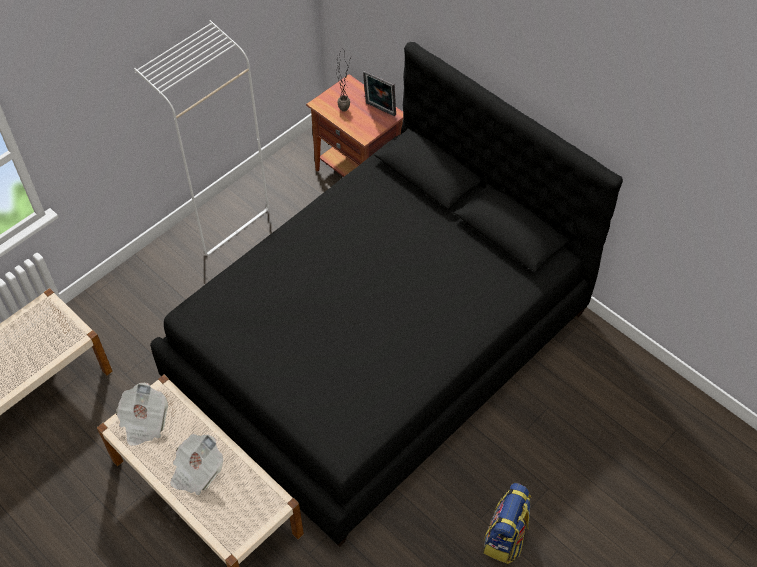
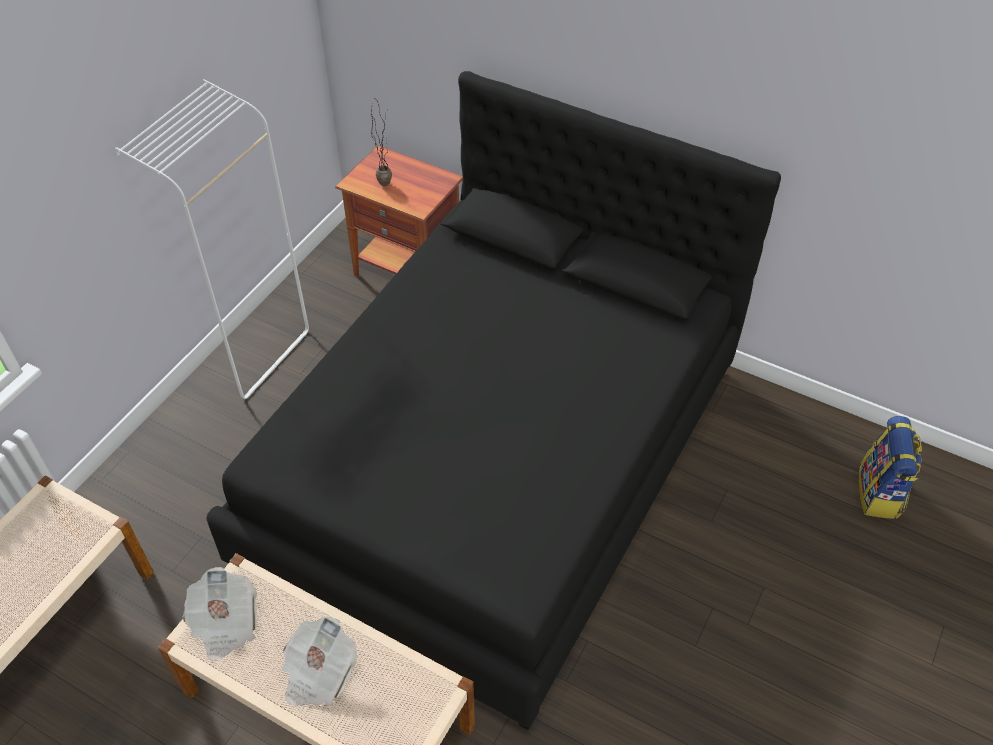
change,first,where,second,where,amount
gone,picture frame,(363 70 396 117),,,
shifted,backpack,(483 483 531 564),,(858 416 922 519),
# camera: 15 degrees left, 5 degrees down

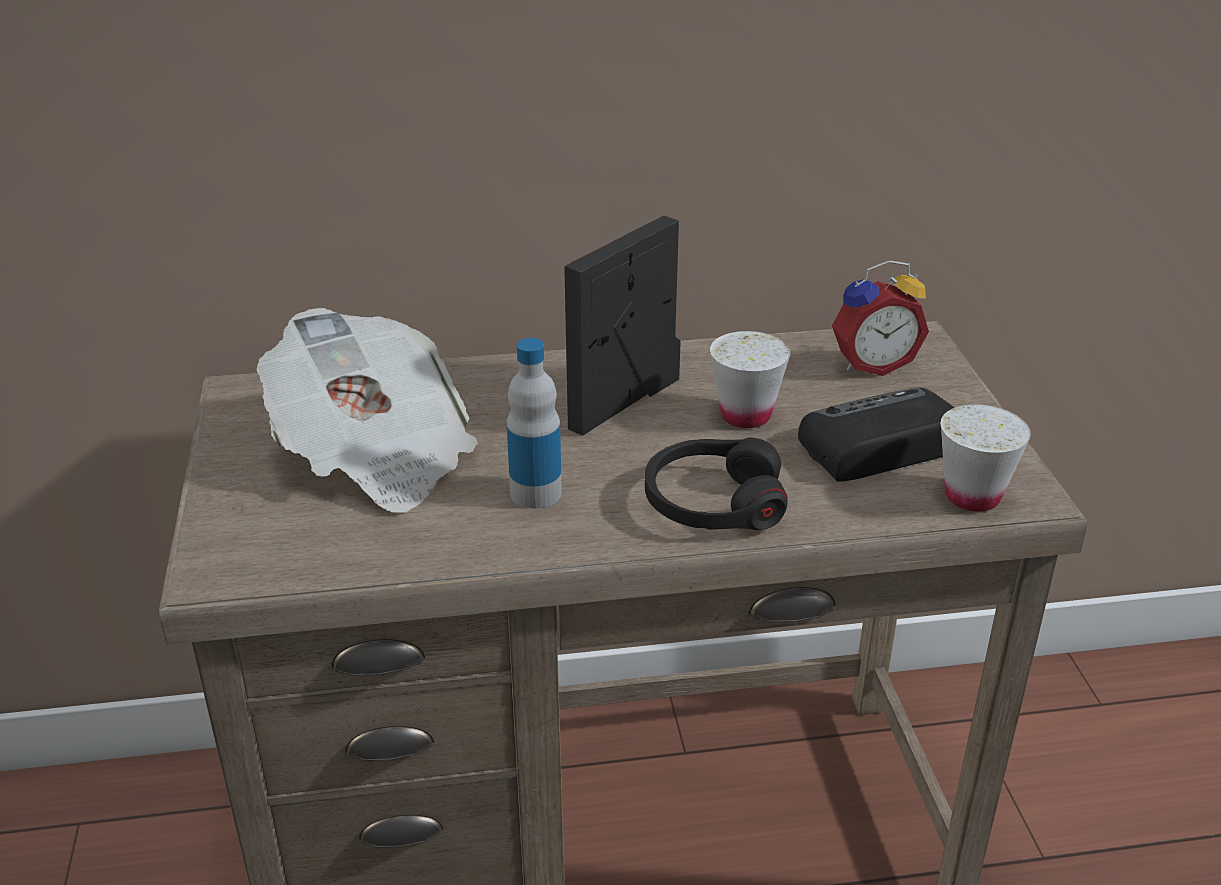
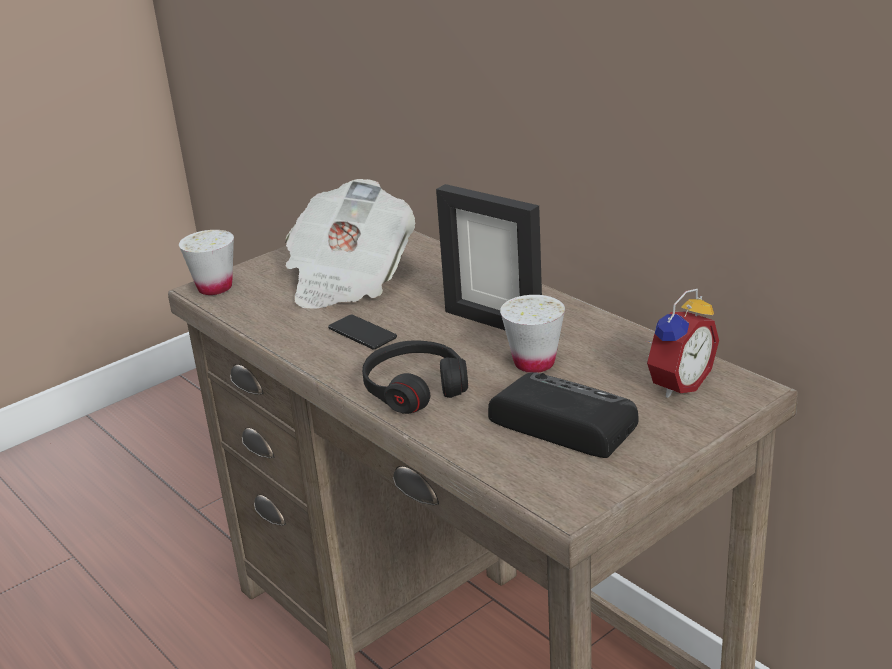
change,first,where,second,where,amount
shifted,white cup,(941 404 1031 511),,(179 230 234 295),
swapped,bottle,(507 338 562 509),phone,(328 315 397 349),
rotated,picture frame,(564 216 681 436),,(436 184 542 330),150 degrees counterclockwise
rotated,alarm clock,(832 260 929 376),,(646 289 719 398),90 degrees counterclockwise
# camera: 60 degrees right, 5 degrees down

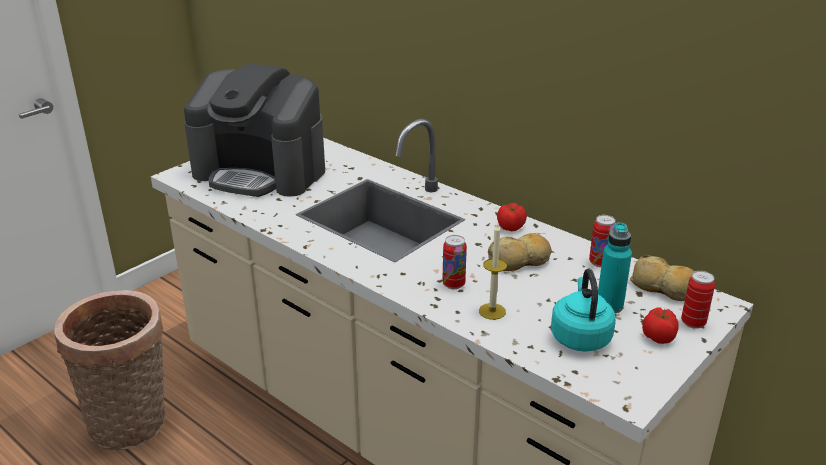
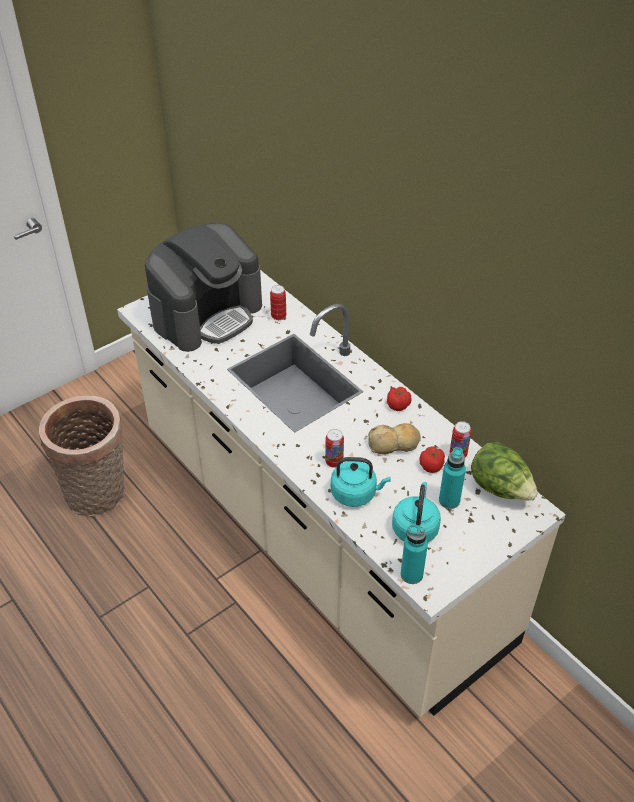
change,first,where,second,where,amount
new,,,turquoise bottle,(401 524 428 584),
shifted,tomato,(642 308 679 344),,(419 446 445 473),
shifted,can,(681 271 715 329),,(270 285 286 320),
swapped,candle,(479 223 507 320),turquoise kettle,(331 457 391 507),
swapped,bread,(630 255 695 301),lettuce,(471 442 538 500),
rotated,coffee machine,(184 63 325 197),,(145 223 262 352),75 degrees counterclockwise
# camera: 10 degrees right, 15 degrees up

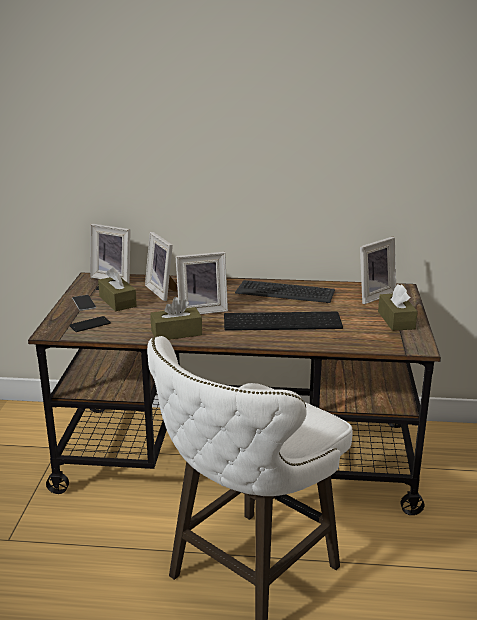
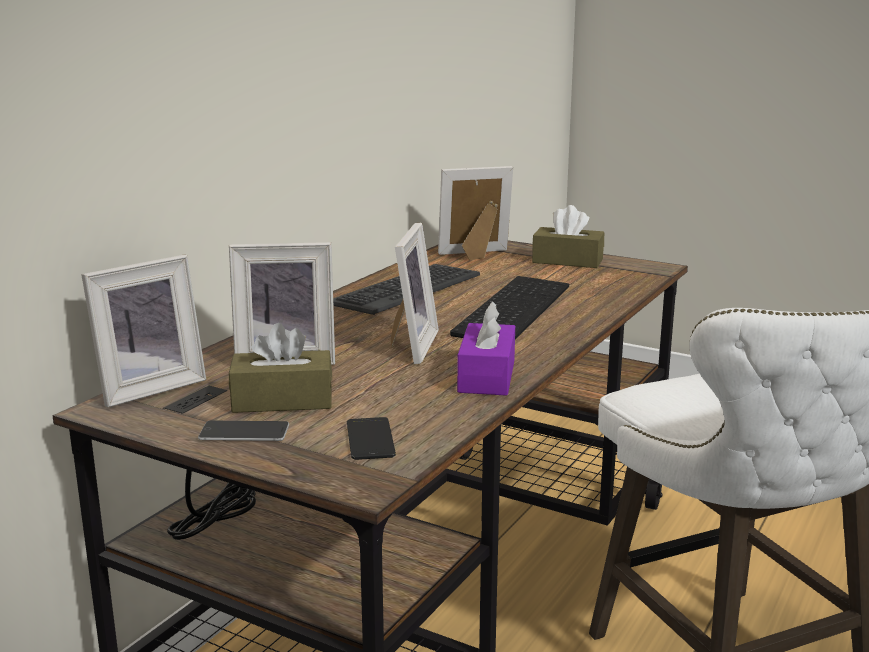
change,first,where,second,where,amount
repainted,brown tissue box,(150 297 202 340),purple tissue box,(457 302 515 396),
rotated,picture frame,(360 237 396 304),,(438 166 513 260),90 degrees counterclockwise
# camera: 65 degrees left, 5 degrees down

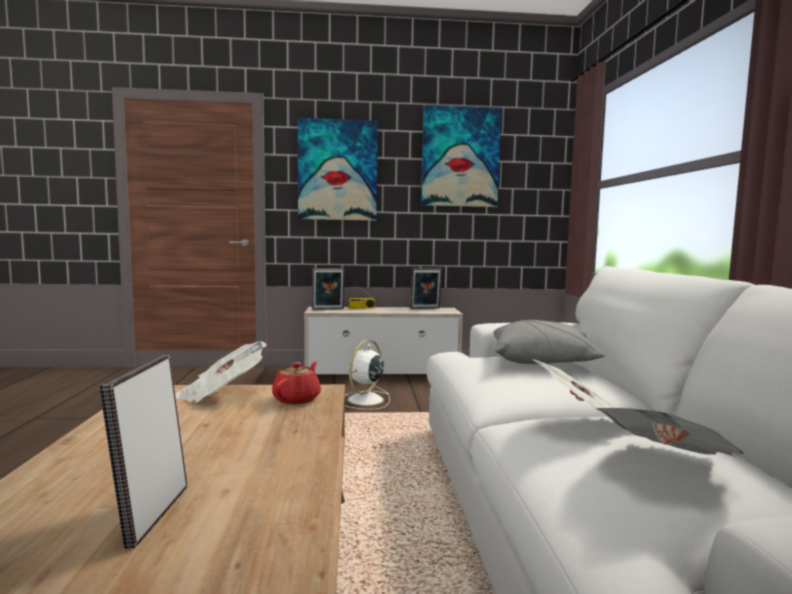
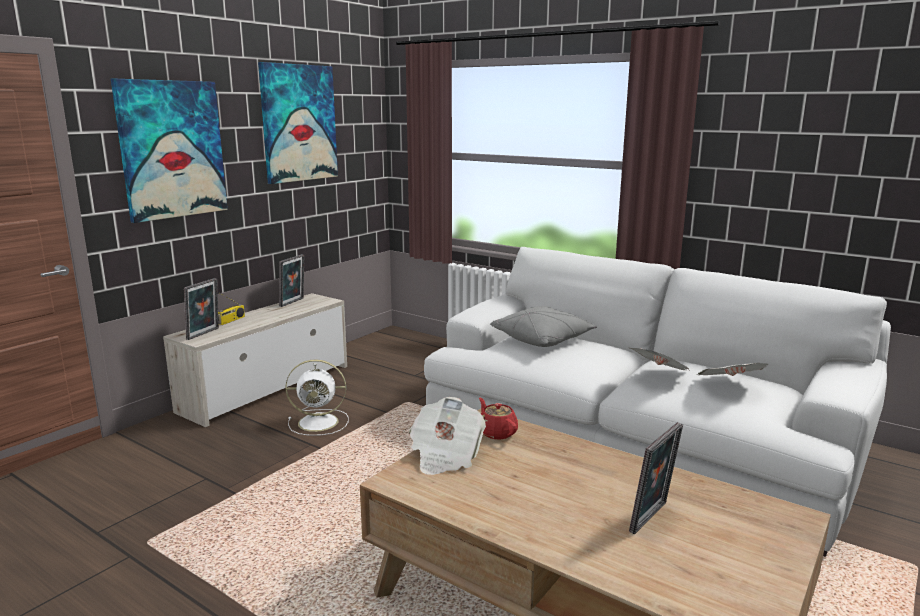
change,first,where,second,where,amount
rotated,picture frame,(99 355 187 549),,(629 422 683 534),90 degrees counterclockwise
rotated,white fan,(345 340 390 410),,(285 360 349 436),75 degrees counterclockwise
# camera: 50 degrees left, 10 degrees up

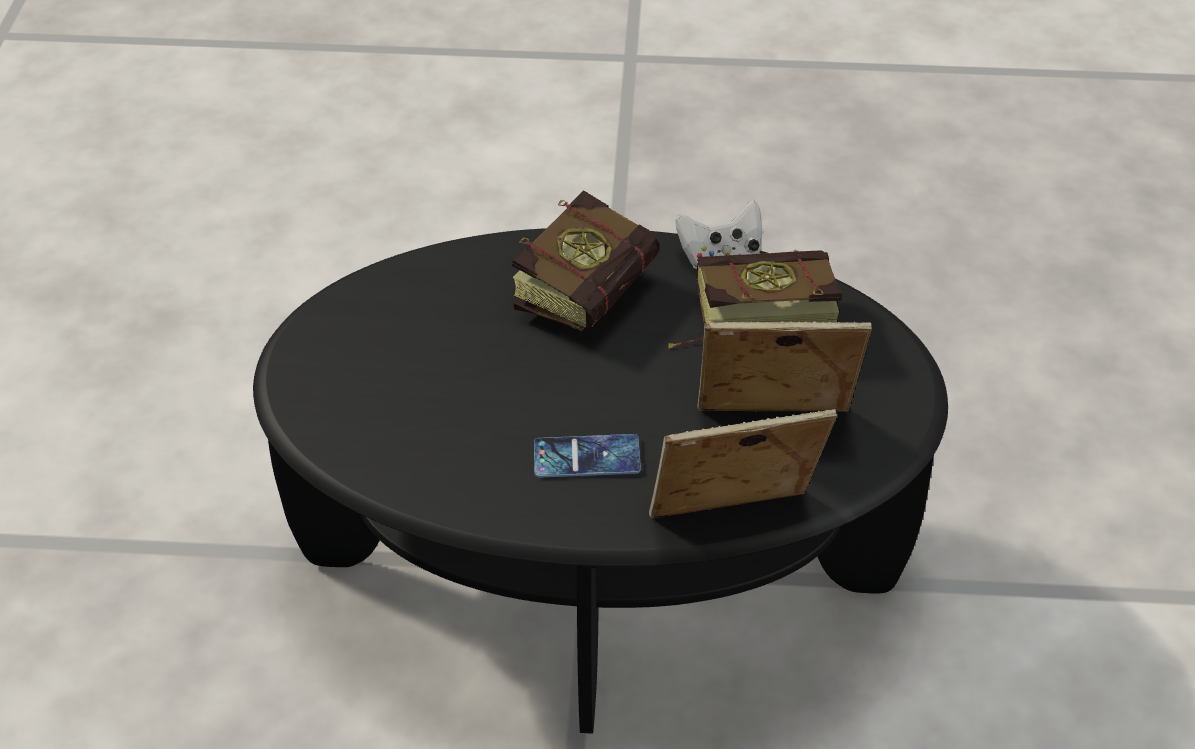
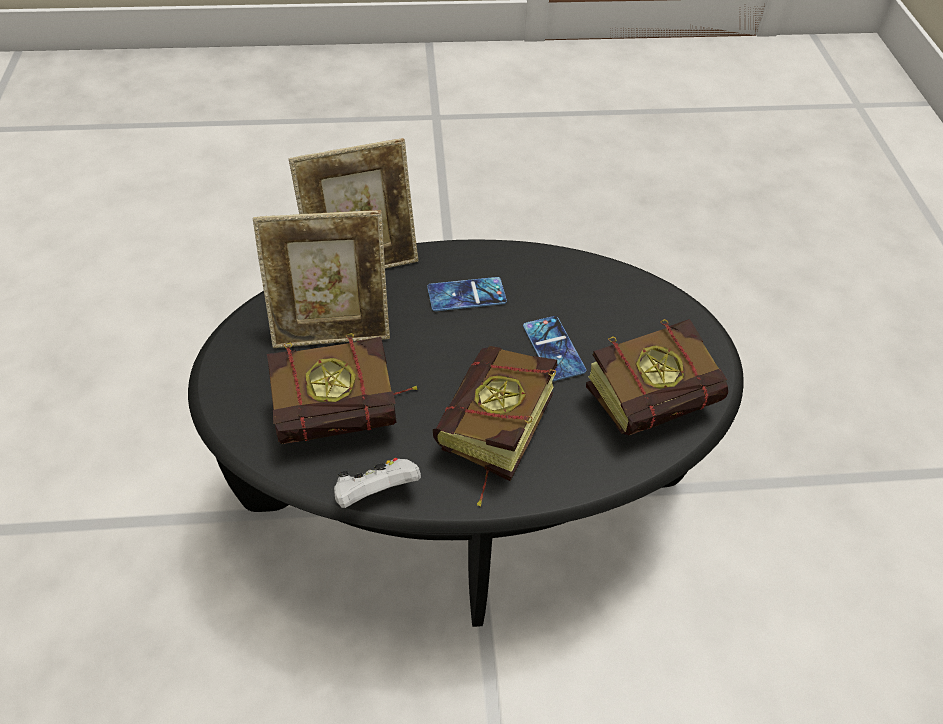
change,first,where,second,where,amount
new,,,phone,(523 316 586 381),
new,,,book,(586 319 728 436),
# camera: 170 degrees right, 5 degrees up

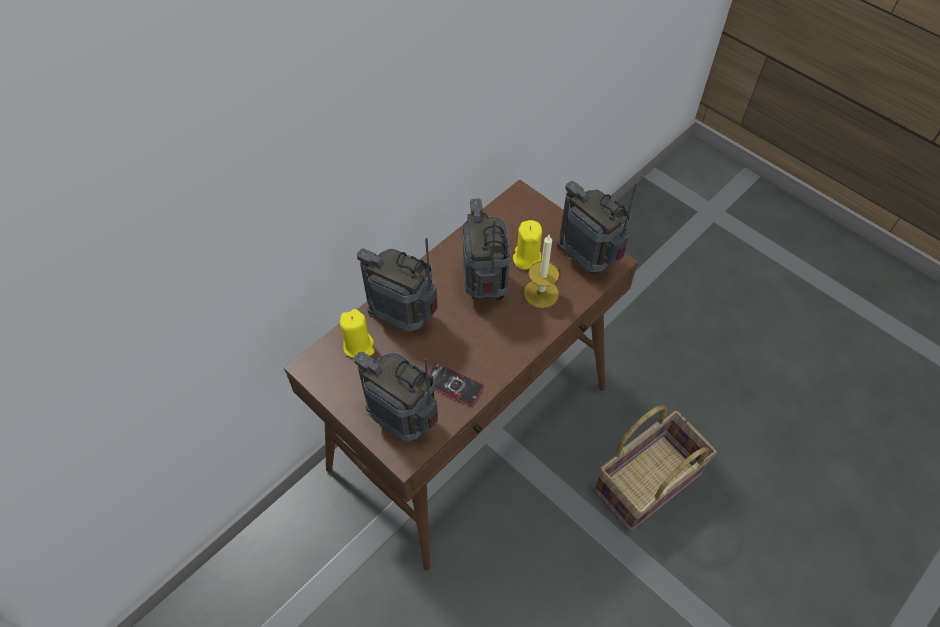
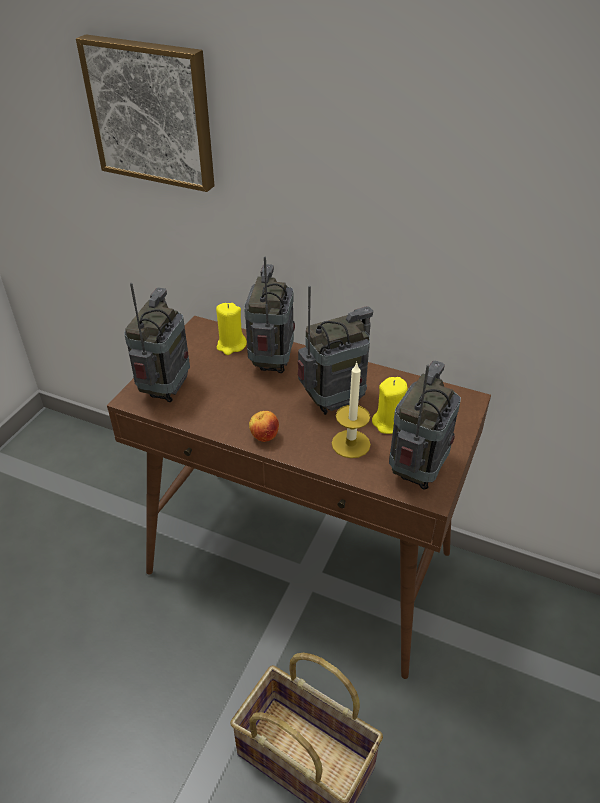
change,first,where,second,where,amount
gone,phone,(429 363 484 406),,,
new,,,picture,(76 34 215 192),
new,,,apple,(249 411 279 442),
# camera: 70 degrees right, 15 degrees down

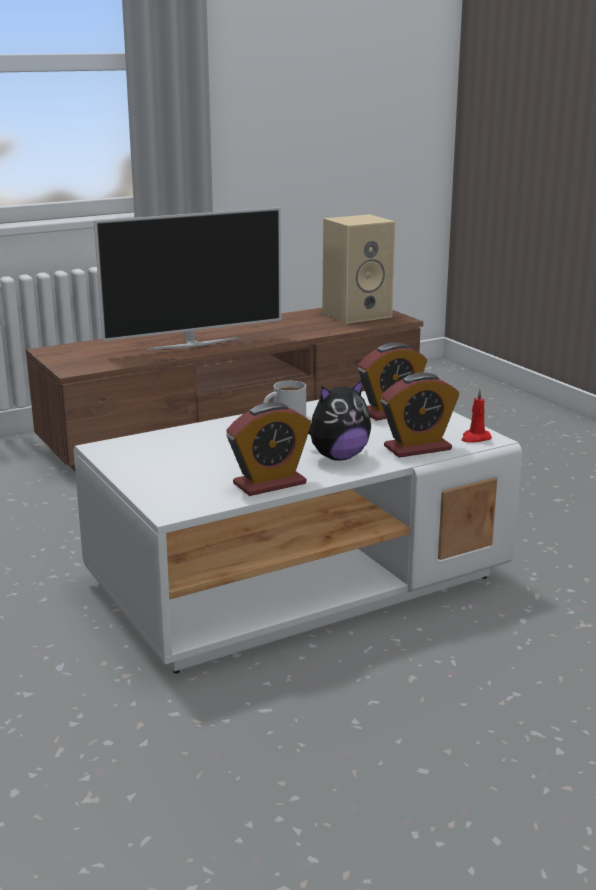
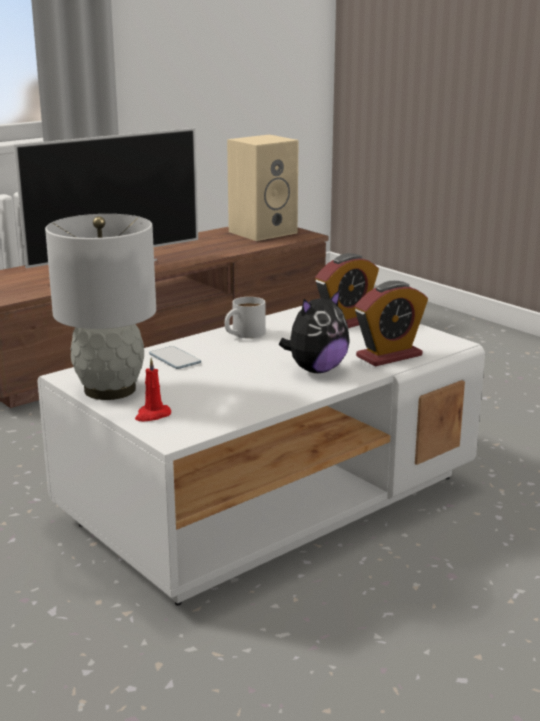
change,first,where,second,where,amount
gone,alarm clock,(226 402 311 496),,,
new,,,white table lamp,(45 214 156 400),
new,,,phone,(149 346 201 369),
shifted,red candle,(461 389 492 443),,(135 358 171 422),
# camera: 10 degrees left, 0 degrees up

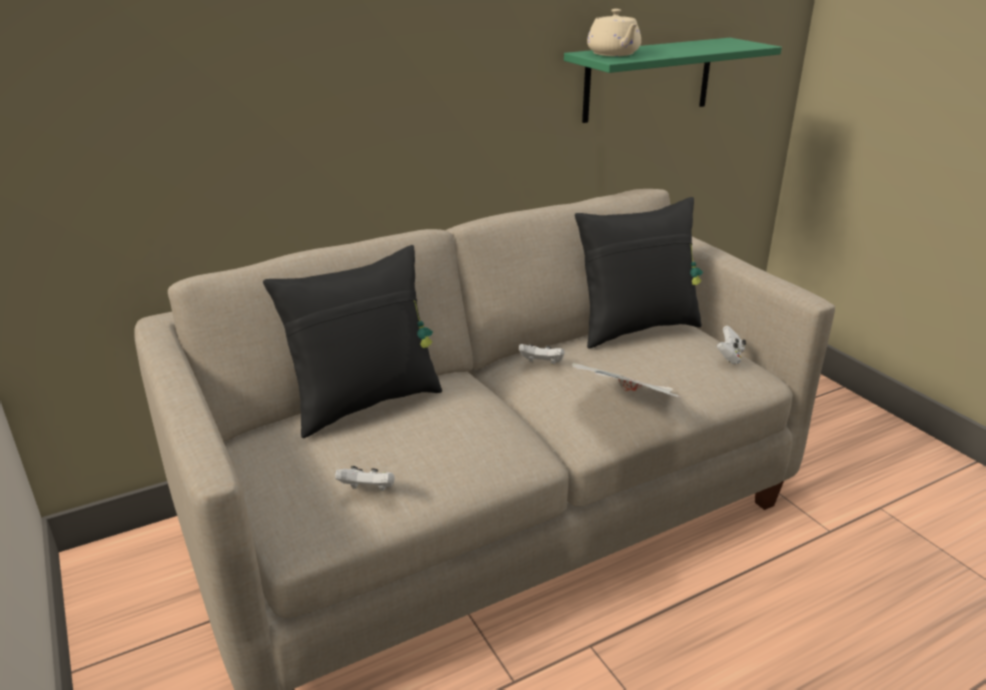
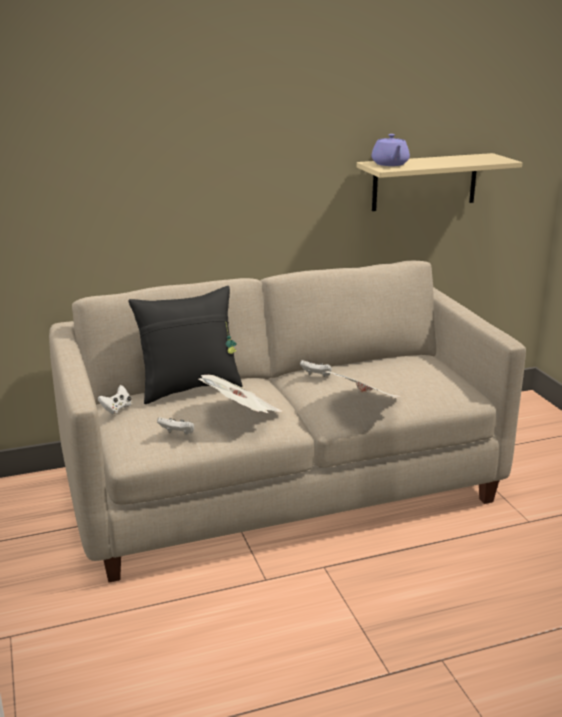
change,first,where,second,where,amount
gone,black pillow,(575 197 703 349),,,
new,,,newspaper,(199 375 282 413),
shifted,white game controller,(717 325 746 364),,(98 385 132 414),
repainted,green shelf,(564 38 782 123),beige shelf,(357 153 522 211),
repainted,beige teapot,(587 9 641 56),purple teapot,(372 134 410 166),
# camera: 10 degrees right, 5 degrees down

